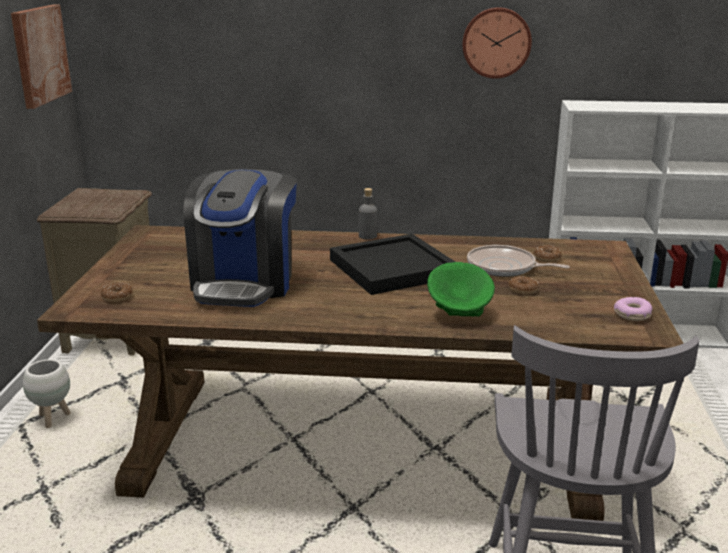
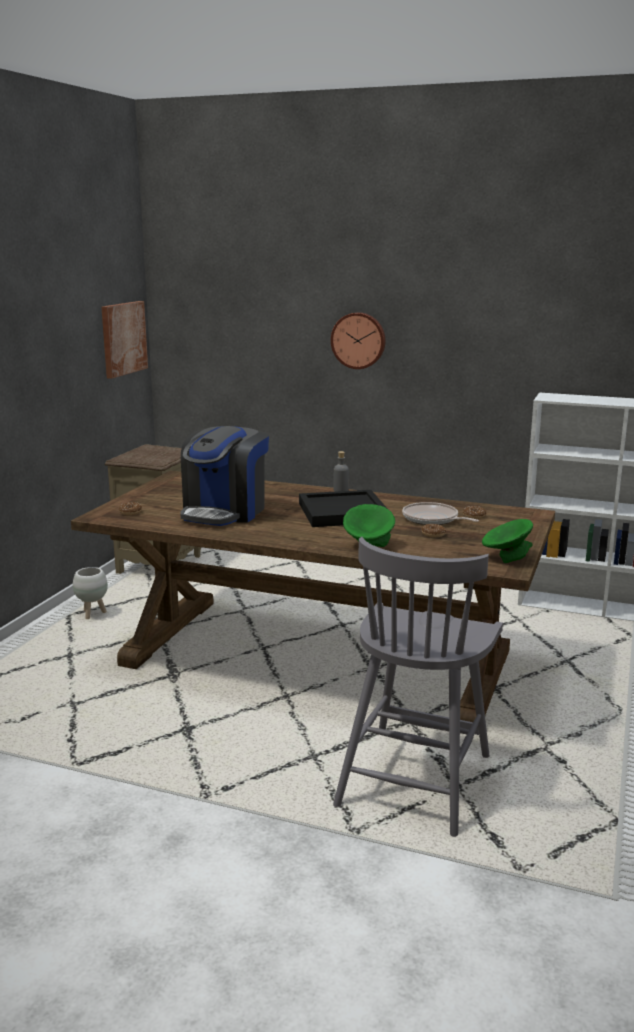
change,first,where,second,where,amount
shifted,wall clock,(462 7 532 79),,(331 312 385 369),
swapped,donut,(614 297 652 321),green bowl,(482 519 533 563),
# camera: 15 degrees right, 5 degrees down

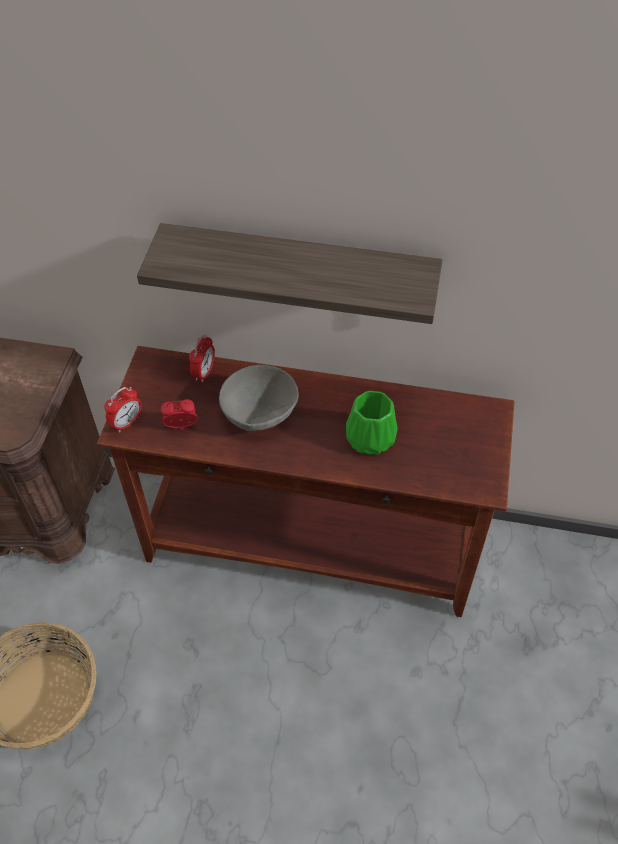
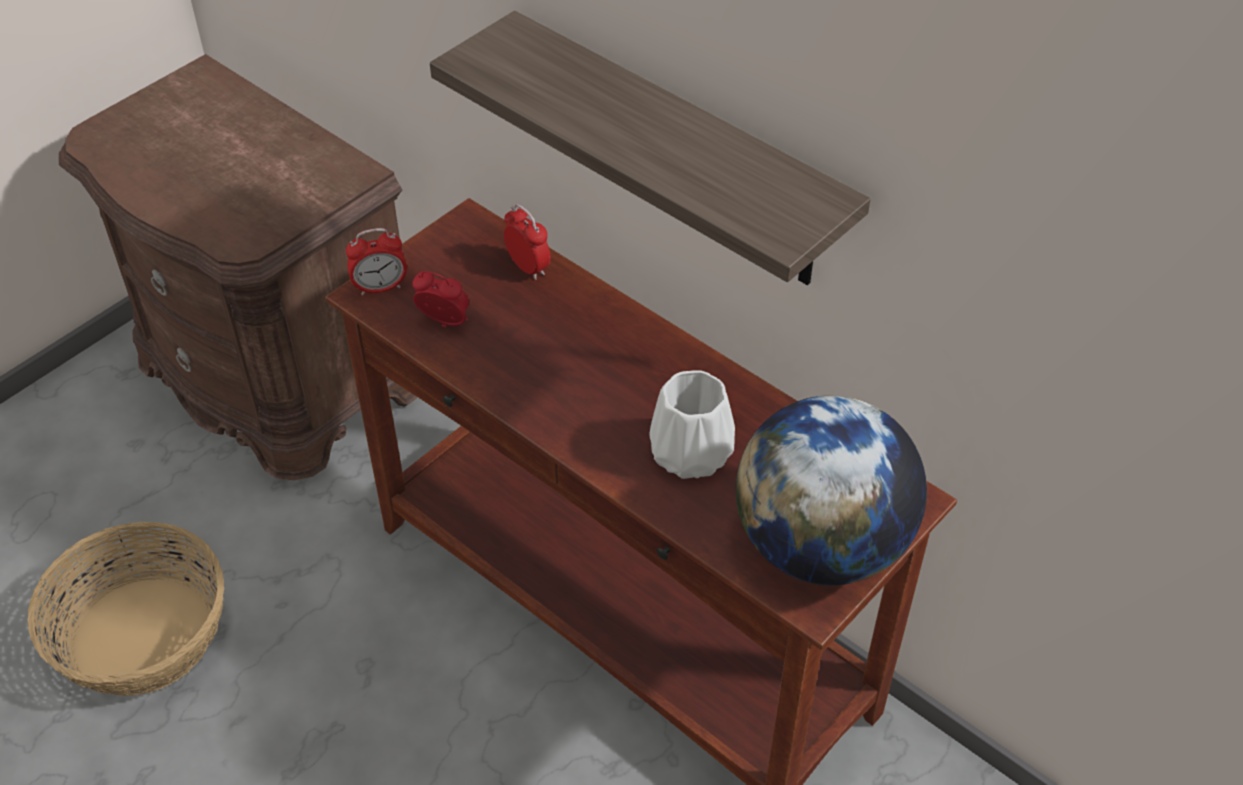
change,first,where,second,where,amount
gone,grey bowl,(219 365 299 431),,,
new,,,globe,(736 395 927 585),
repainted,green vase,(346 391 398 455),white vase,(649 370 735 479),
rotated,alarm clock,(189 335 215 383),,(504 204 551 280),90 degrees counterclockwise
# camera: 30 degrees right, 5 degrees down

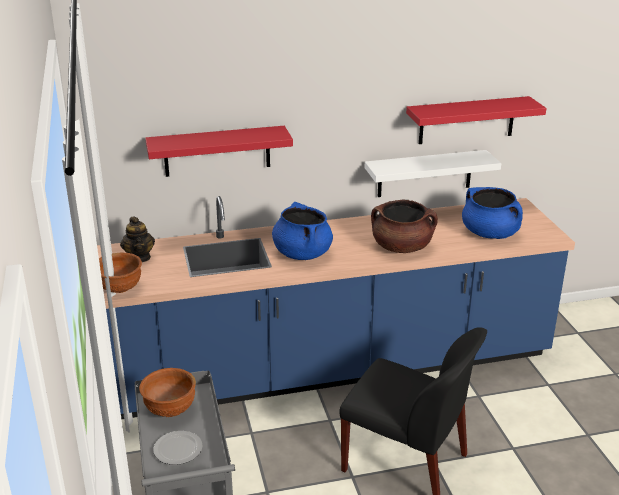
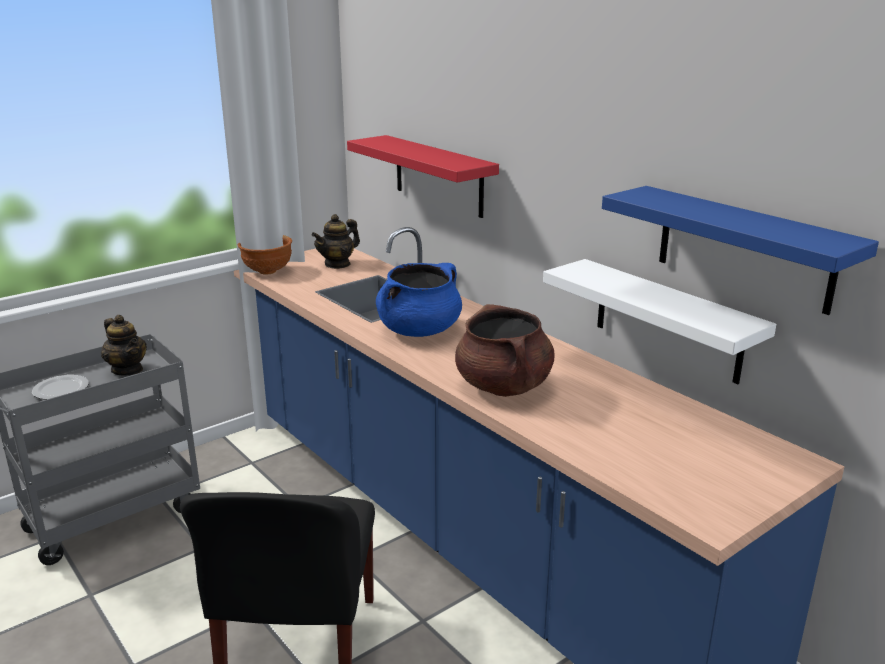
change,first,where,second,where,amount
gone,blue cooking pot,(462 187 523 239),,,
swapped,brown bowl,(139 368 196 417),teapot,(101 315 147 376),
repainted,red shelf,(406 96 547 144),blue shelf,(602 186 879 315),
# camera: 65 degrees right, 5 degrees down

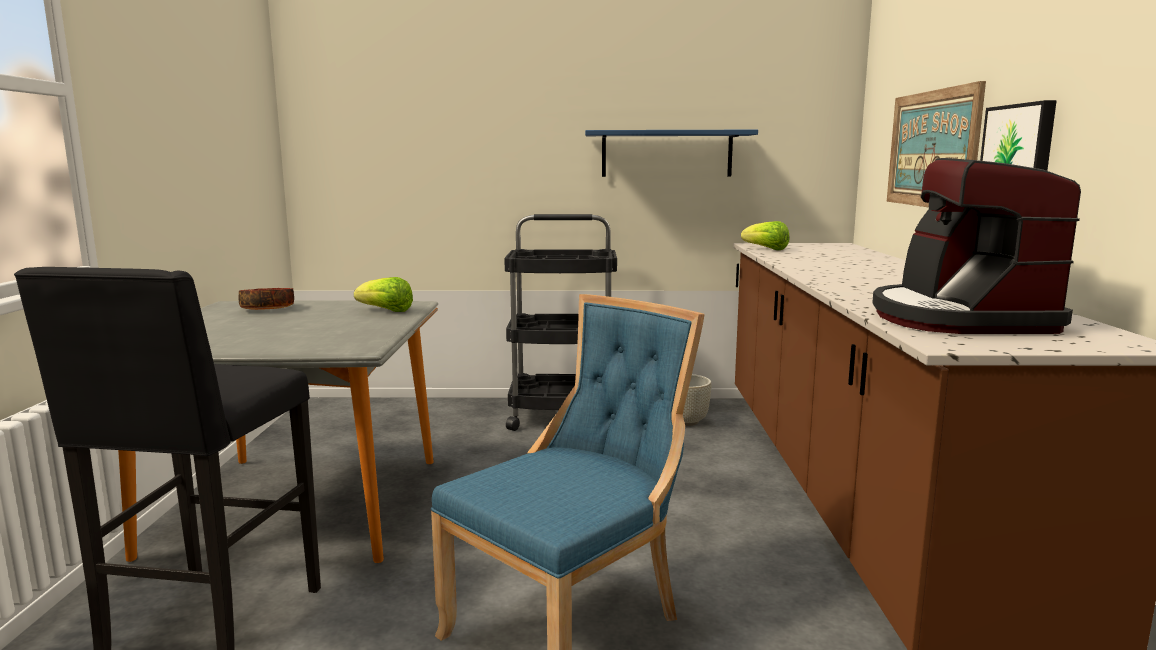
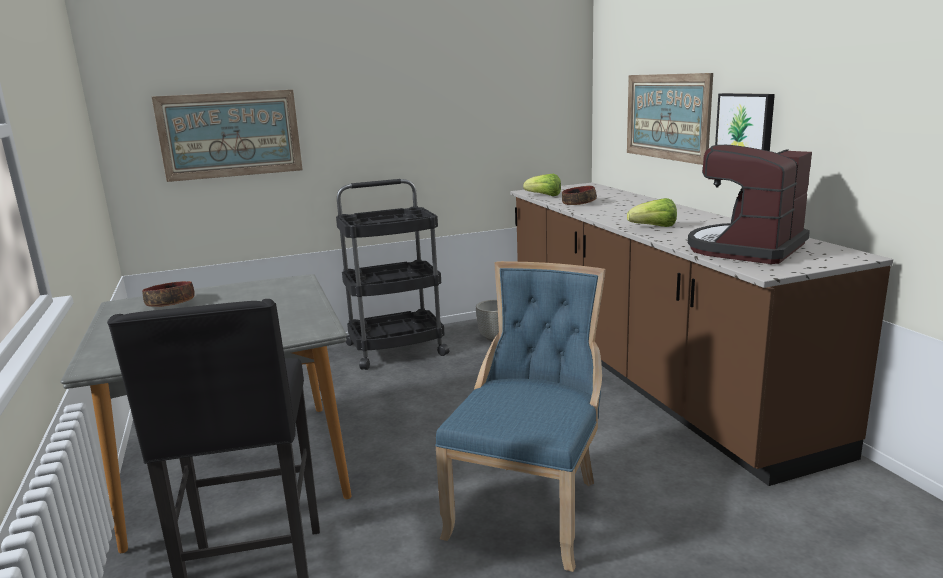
change,first,where,second,where,amount
gone,blue shelf,(585 130 758 177),,,
new,,,picture,(152 90 303 182),
new,,,bowl,(562 186 597 205),
shifted,lettuce,(354 277 413 312),,(627 198 677 227),
rotated,coffee machine,(872 158 1081 334),,(688 145 812 264),60 degrees clockwise
# camera: 20 degrees left, 5 degrees up

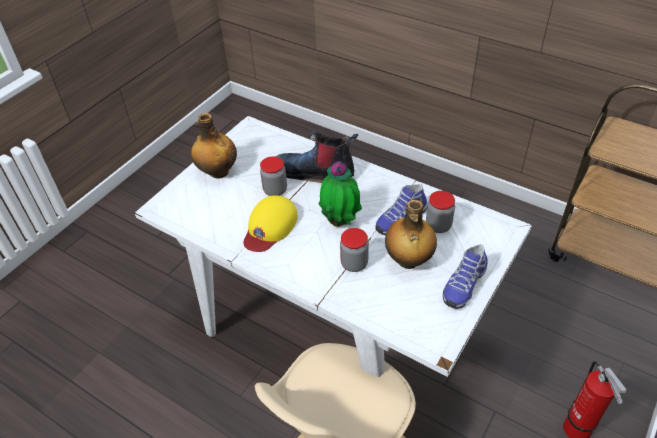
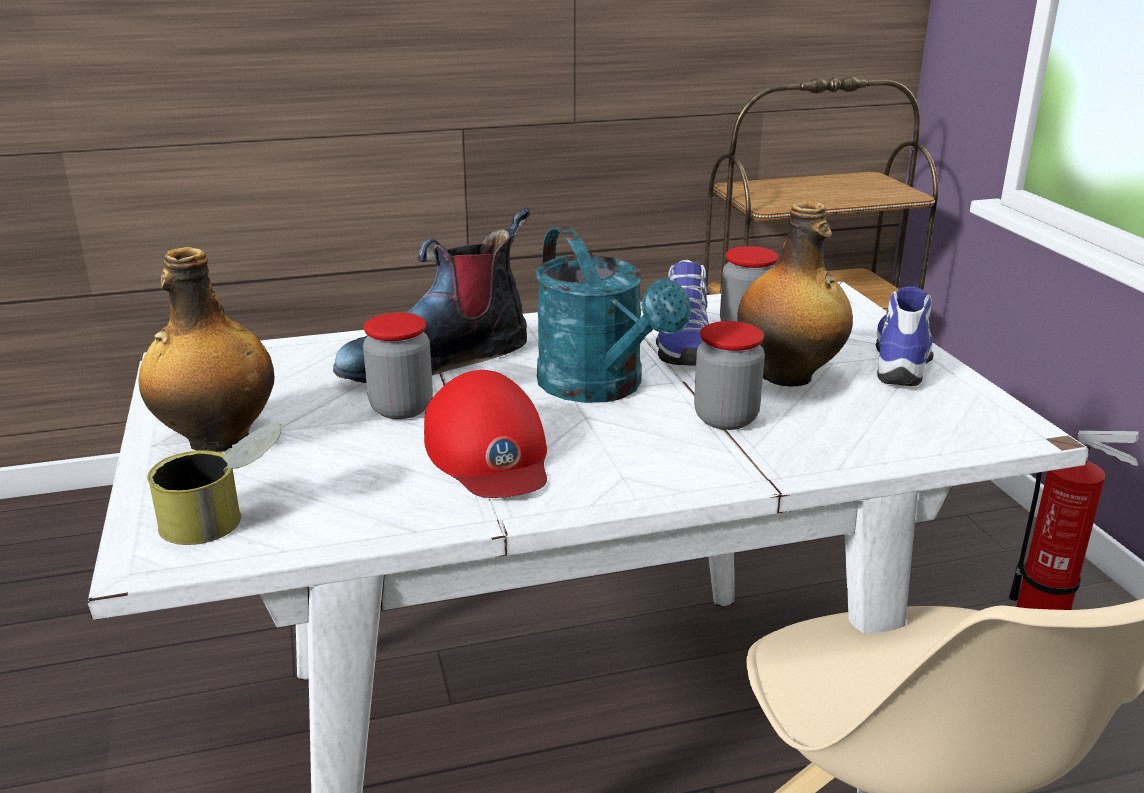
change,first,where,second,where,amount
new,,,can,(147 423 282 545),
swapped,potted plant,(319 161 362 227),turquoise watering can,(536 226 691 403),
repainted,yellow cap,(243 195 298 252),red cap,(424 370 547 498),
rotated,shoe,(443 244 488 309),,(876 287 934 386),150 degrees counterclockwise
# camera: 50 degrees left, 20 degrees down

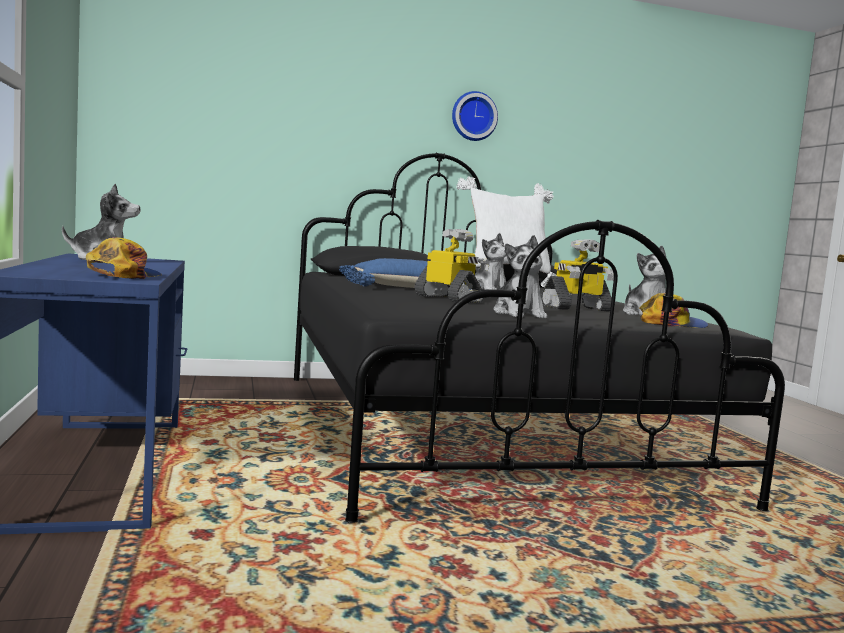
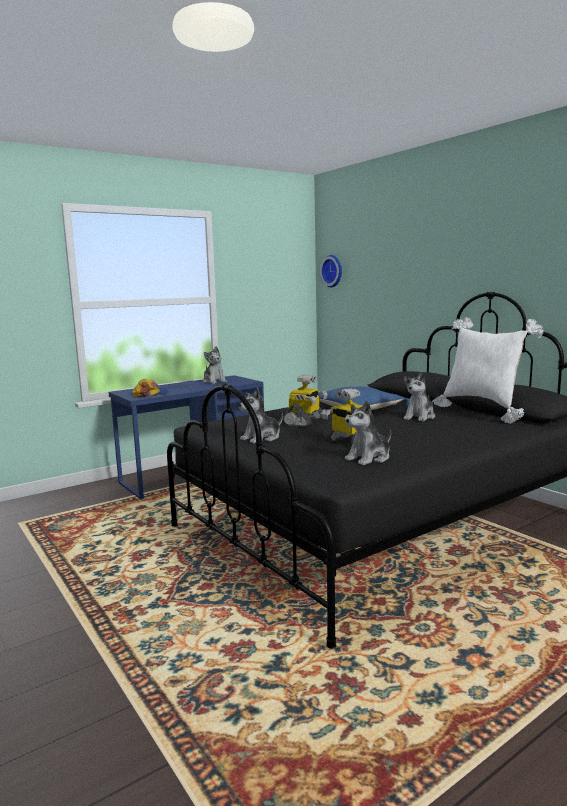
change,first,where,second,where,amount
gone,cap,(639 293 708 328),,,
shifted,wall clock,(452 91 498 141),,(320 255 342 287),
# camera: 70 degrees right, 5 degrees up

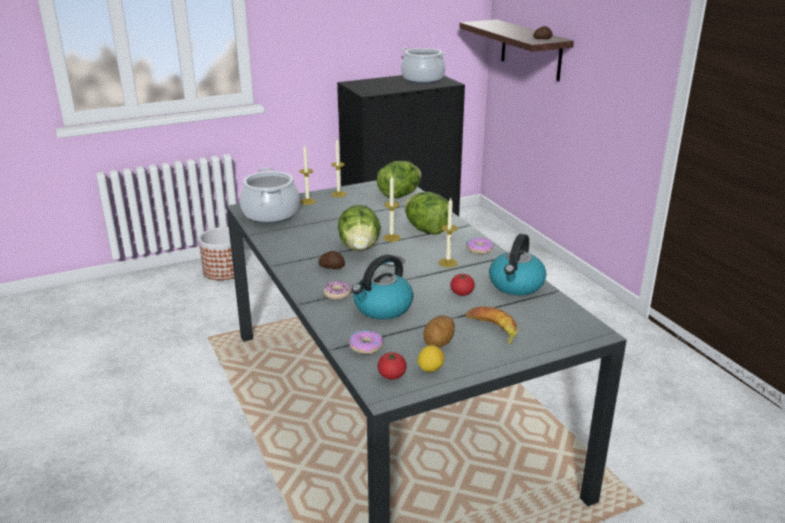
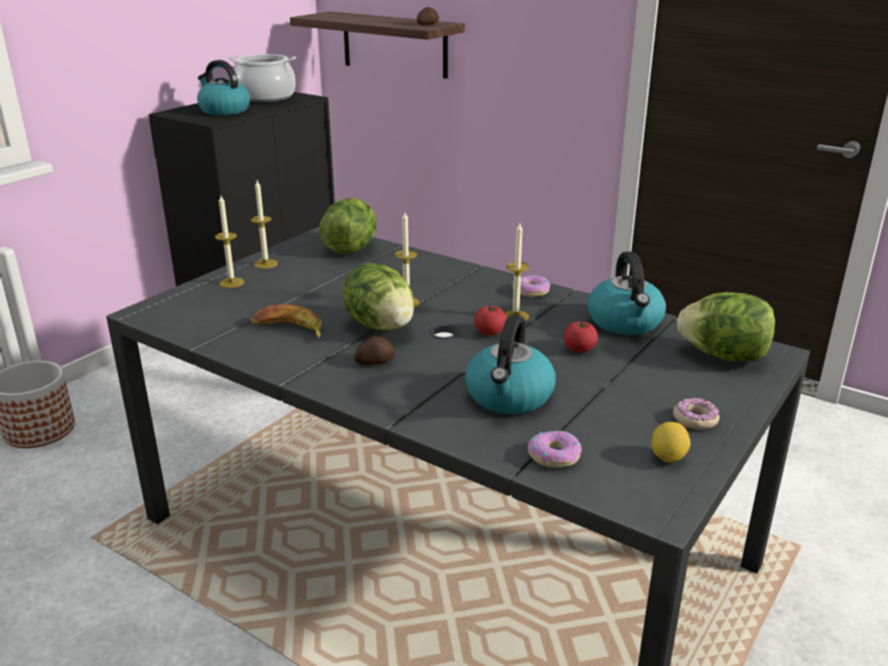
change,first,where,second,where,amount
gone,cooking pot,(240 168 300 223),,,
gone,potato,(424 315 455 348),,,
new,,,kettle,(197 60 250 115),
shifted,donut,(323 281 351 300),,(673 398 720 430),
shifted,tomato,(377 352 407 380),,(474 306 507 336),
shifted,lettuce,(404 192 453 235),,(677 292 775 362),
shifted,banana,(465 306 518 345),,(250 304 322 338),
# camera: 30 degrees left, 0 degrees up

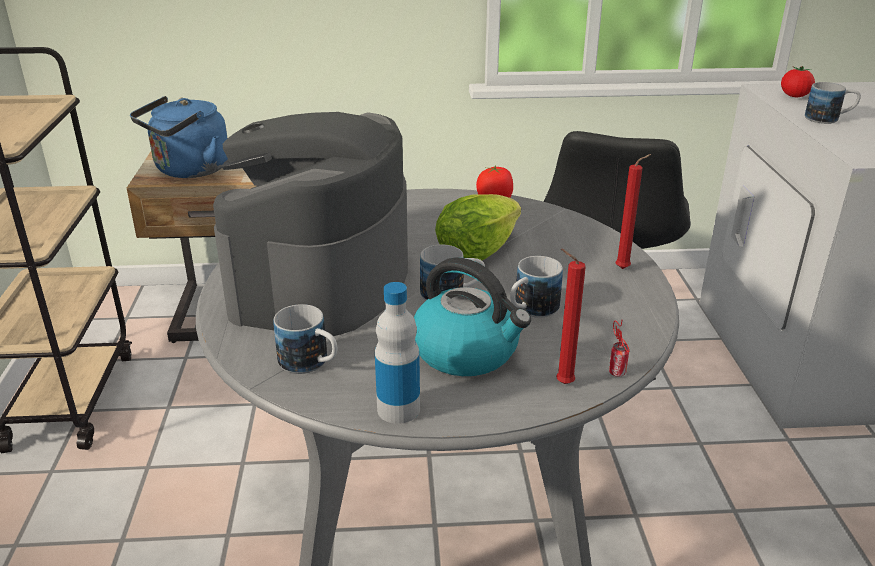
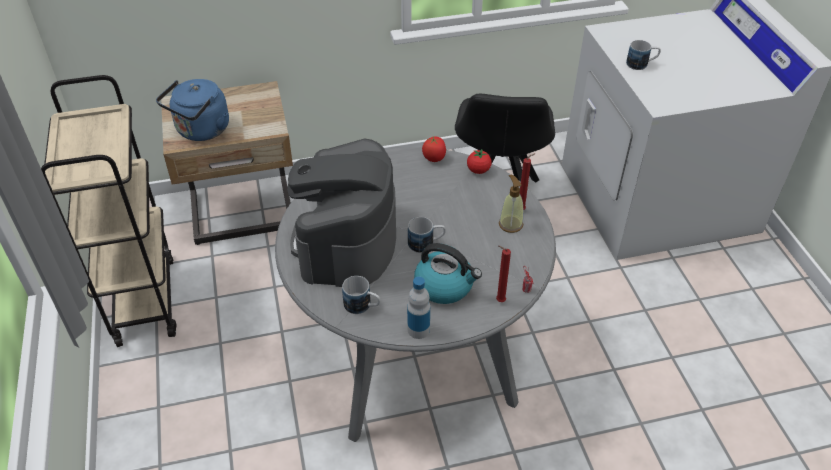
change,first,where,second,where,amount
gone,lettuce,(435 194 521 260),,,
gone,mug,(510 256 563 318),,,
new,,,soap dispenser,(499 175 524 233),
shifted,tomato,(781 66 815 97),,(467 149 492 174),
# camera: 10 degrees left, 15 degrees up

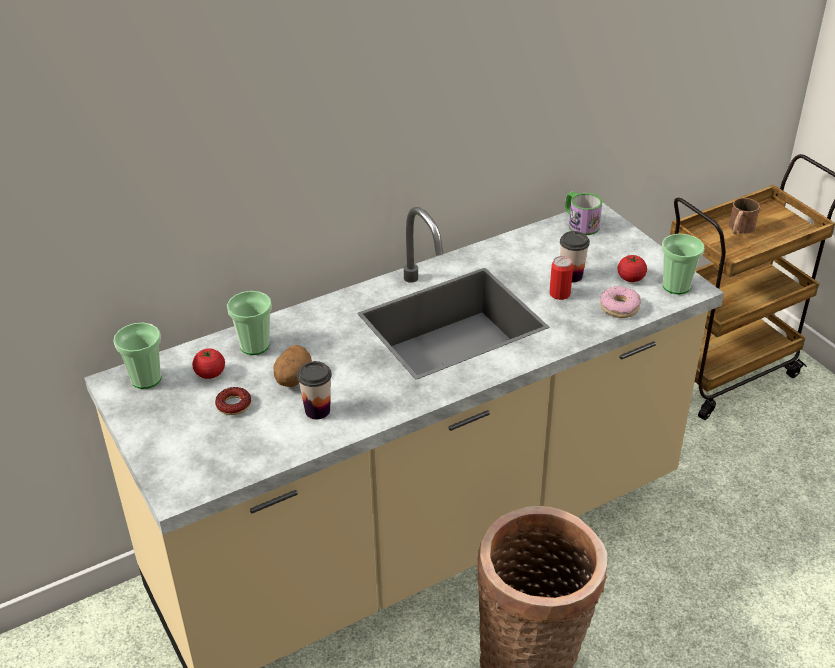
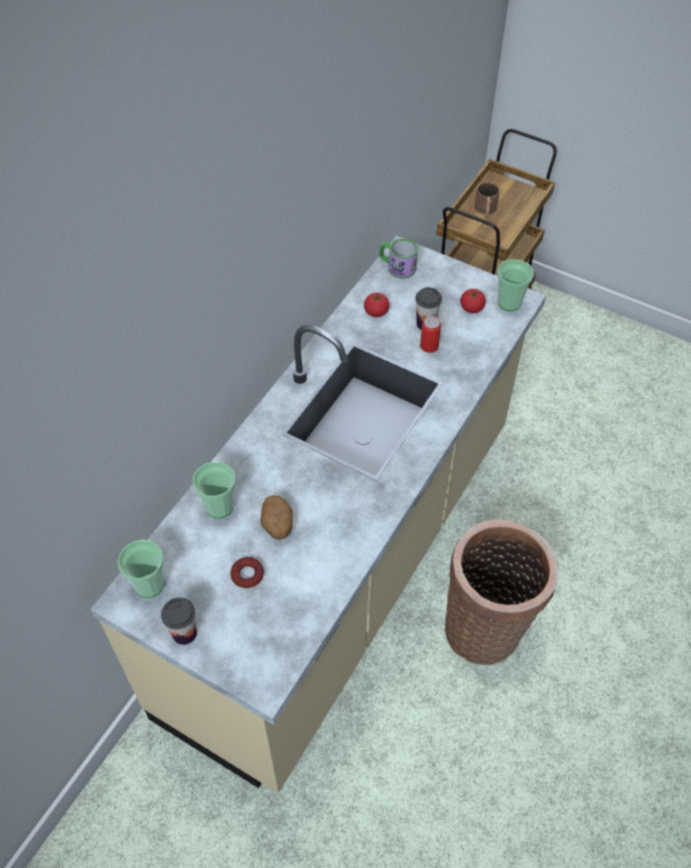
change,first,where,second,where,amount
gone,donut,(600 286 641 318),,,
shifted,tomato,(192 348 225 379),,(364 293 389 317),
shifted,cup,(297 361 332 419),,(161 598 197 645),
# camera: 30 degrees left, 15 degrees up

